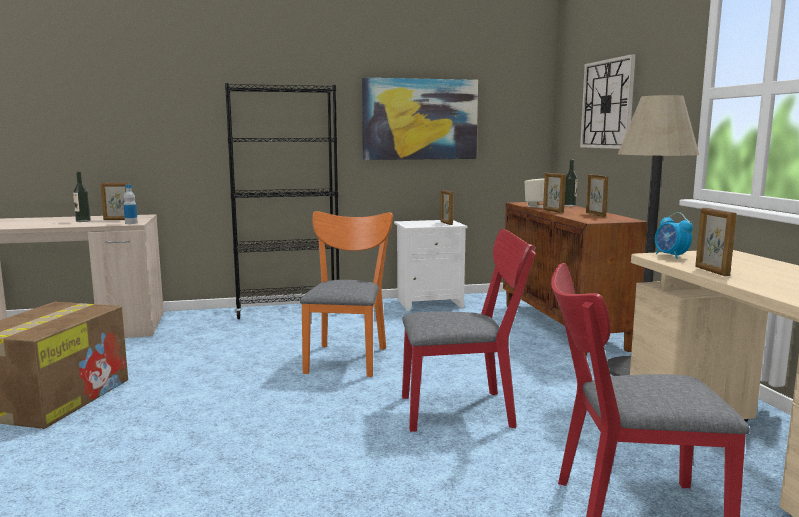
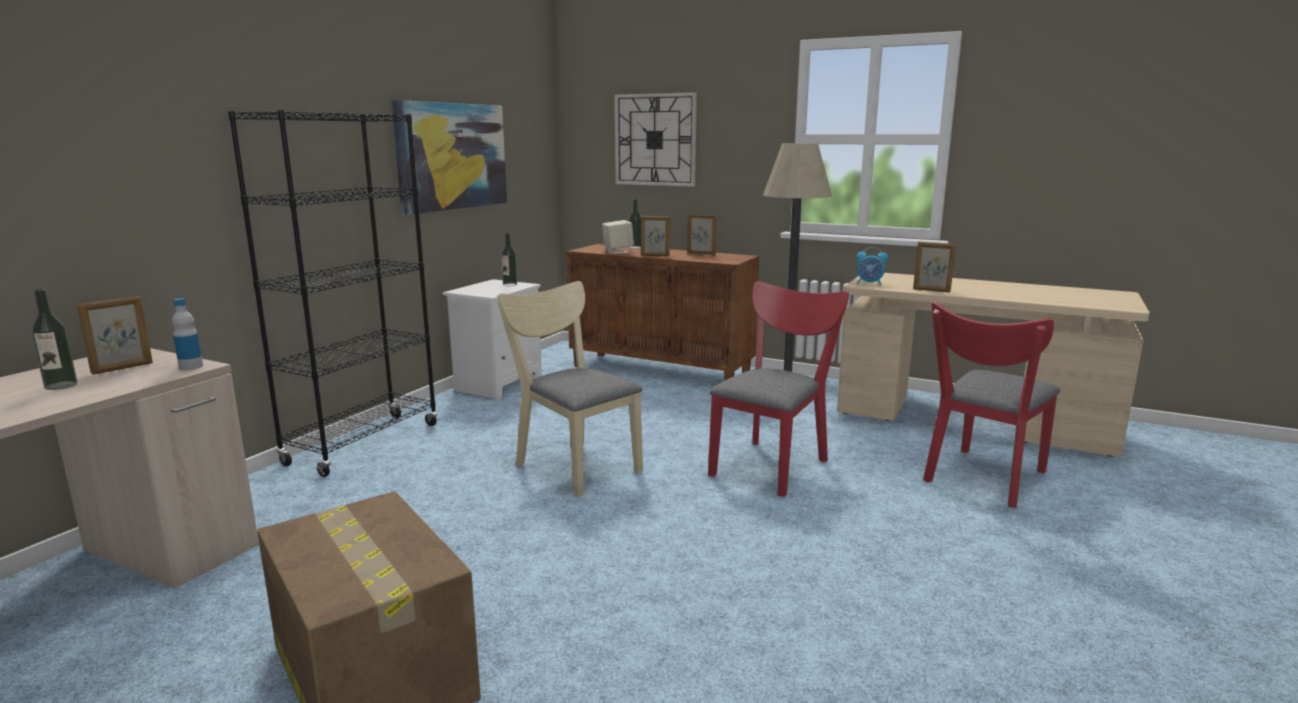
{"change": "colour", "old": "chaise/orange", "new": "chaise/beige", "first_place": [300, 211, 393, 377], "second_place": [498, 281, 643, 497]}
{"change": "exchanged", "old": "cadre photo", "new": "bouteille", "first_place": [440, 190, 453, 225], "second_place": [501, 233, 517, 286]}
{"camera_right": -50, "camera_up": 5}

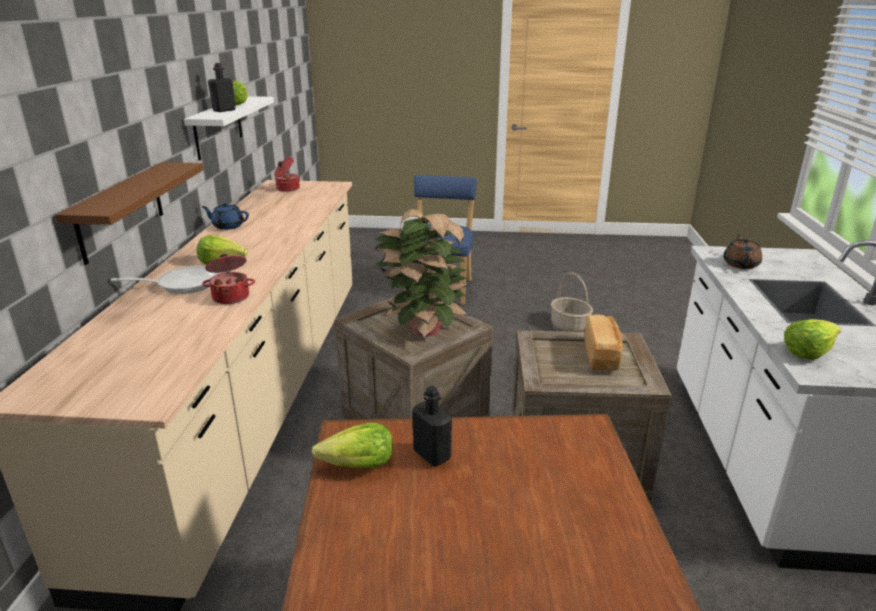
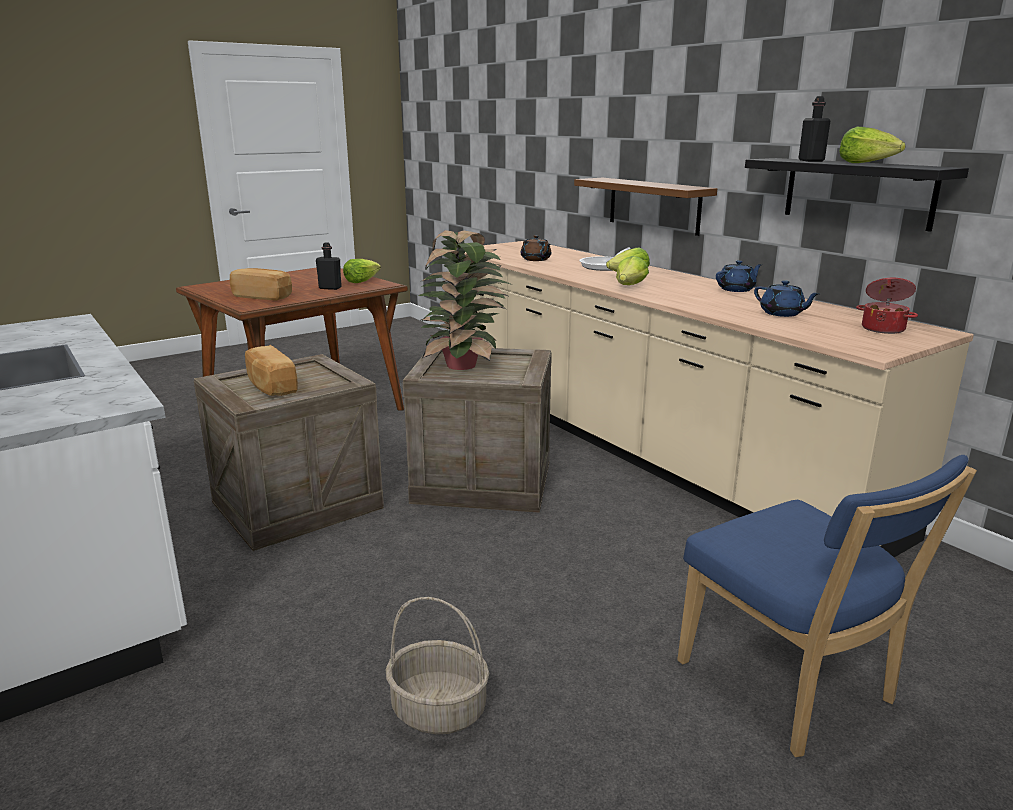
{"change": "appeared", "new": "pain", "second_place": [230, 268, 292, 300]}
{"change": "relocated", "old": "théière/marron", "first_place": [723, 234, 762, 269], "second_place": [521, 235, 551, 261]}
{"change": "relocated", "old": "laitue", "first_place": [784, 319, 841, 360], "second_place": [616, 256, 649, 285]}
{"change": "colour", "old": "étagère/blanc", "new": "étagère/noir", "first_place": [184, 96, 274, 161], "second_place": [745, 158, 969, 232]}
{"change": "appeared", "new": "théière/bleu", "second_place": [754, 280, 820, 317]}
{"change": "missing", "old": "marmite", "first_place": [202, 254, 255, 304]}
{"camera_right": 140, "camera_up": -5}

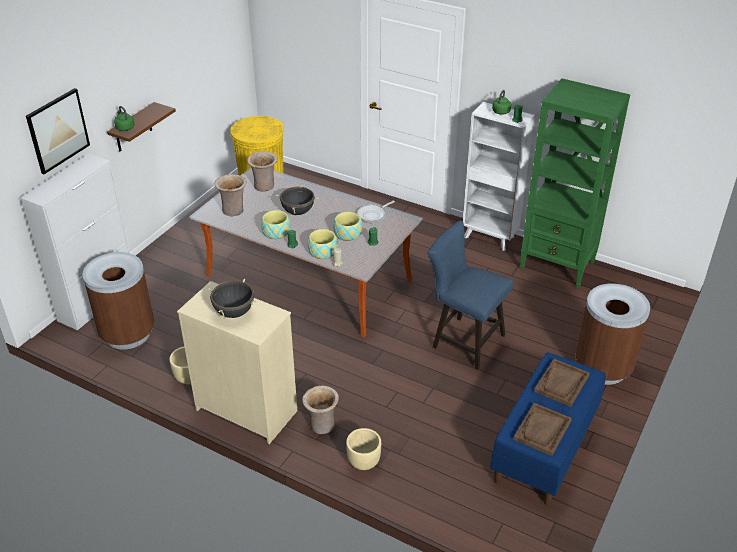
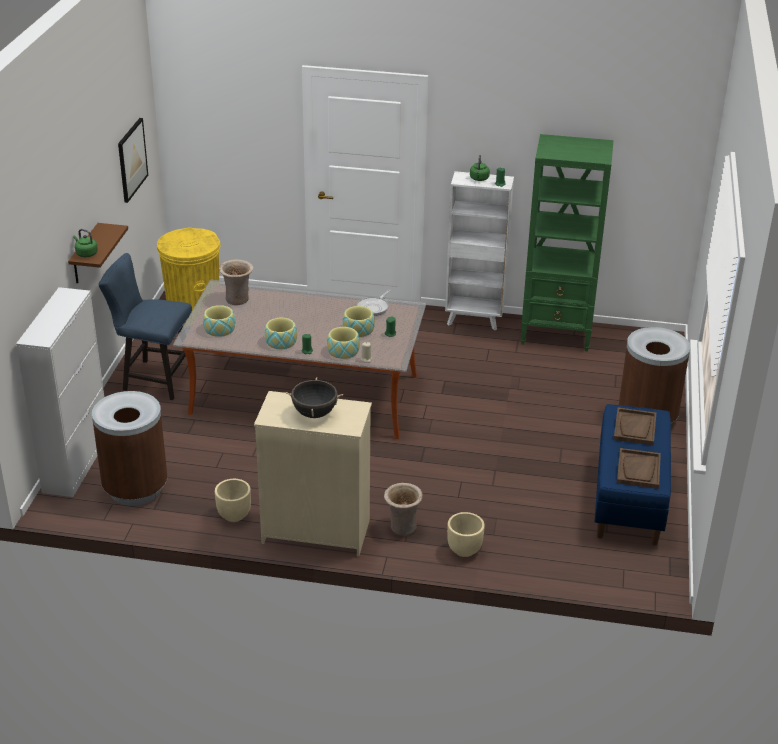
{"change": "relocated", "old": "chaise/bleu", "first_place": [428, 221, 514, 370], "second_place": [98, 253, 192, 400]}
{"change": "relocated", "old": "tableau", "first_place": [26, 88, 90, 174], "second_place": [118, 118, 148, 203]}
{"change": "exchanged", "old": "vase/beige", "new": "bol", "first_place": [214, 174, 247, 216], "second_place": [203, 305, 235, 337]}
{"change": "missing", "old": "marmite/noir", "first_place": [276, 185, 318, 215]}
{"camera_right": -20, "camera_up": -5}

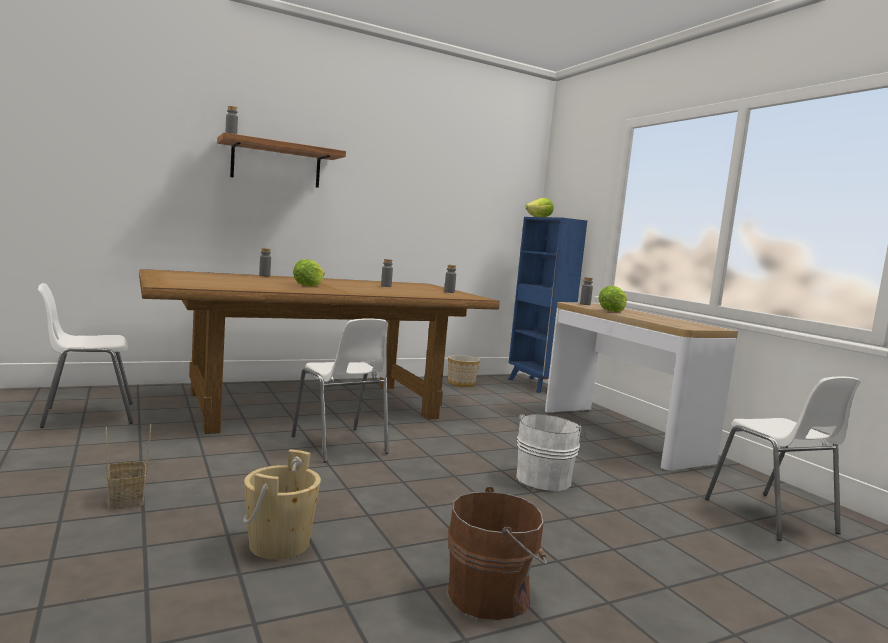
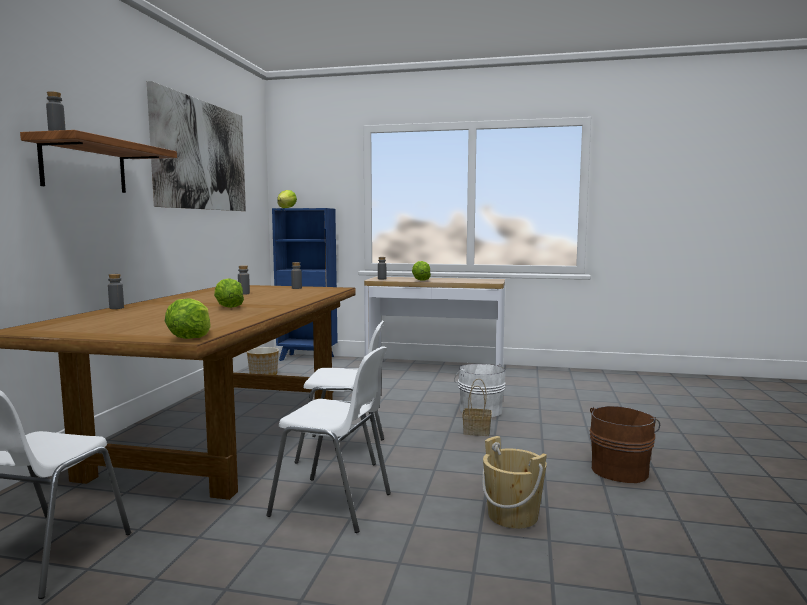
{"change": "appeared", "new": "tableau", "second_place": [147, 81, 246, 211]}
{"change": "appeared", "new": "laitue", "second_place": [165, 298, 211, 339]}
{"change": "relocated", "old": "chaise/blanc", "first_place": [705, 377, 861, 541], "second_place": [266, 346, 391, 533]}
{"change": "relocated", "old": "panier", "first_place": [106, 424, 151, 509], "second_place": [463, 379, 492, 436]}
{"camera_right": -50, "camera_up": 0}

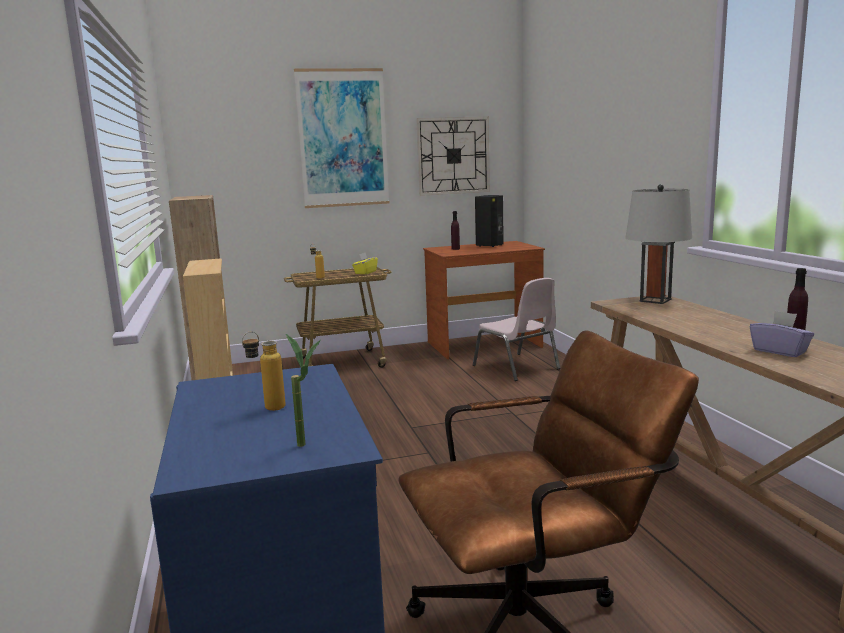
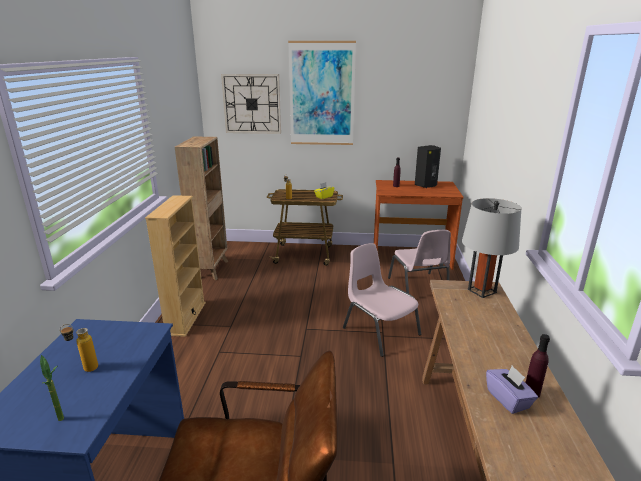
{"change": "relocated", "old": "horloge murale", "first_place": [416, 117, 490, 196], "second_place": [221, 74, 281, 134]}
{"change": "appeared", "new": "chaise/rose", "second_place": [343, 243, 421, 357]}
{"camera_right": 20, "camera_up": 10}

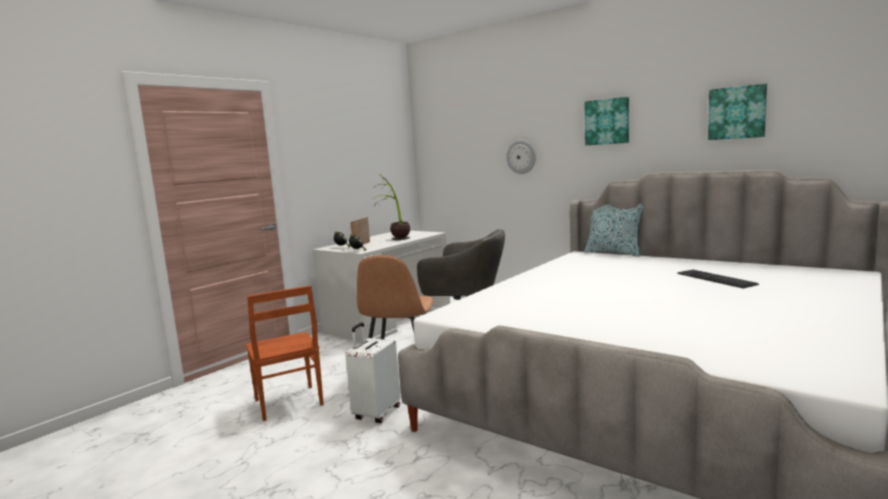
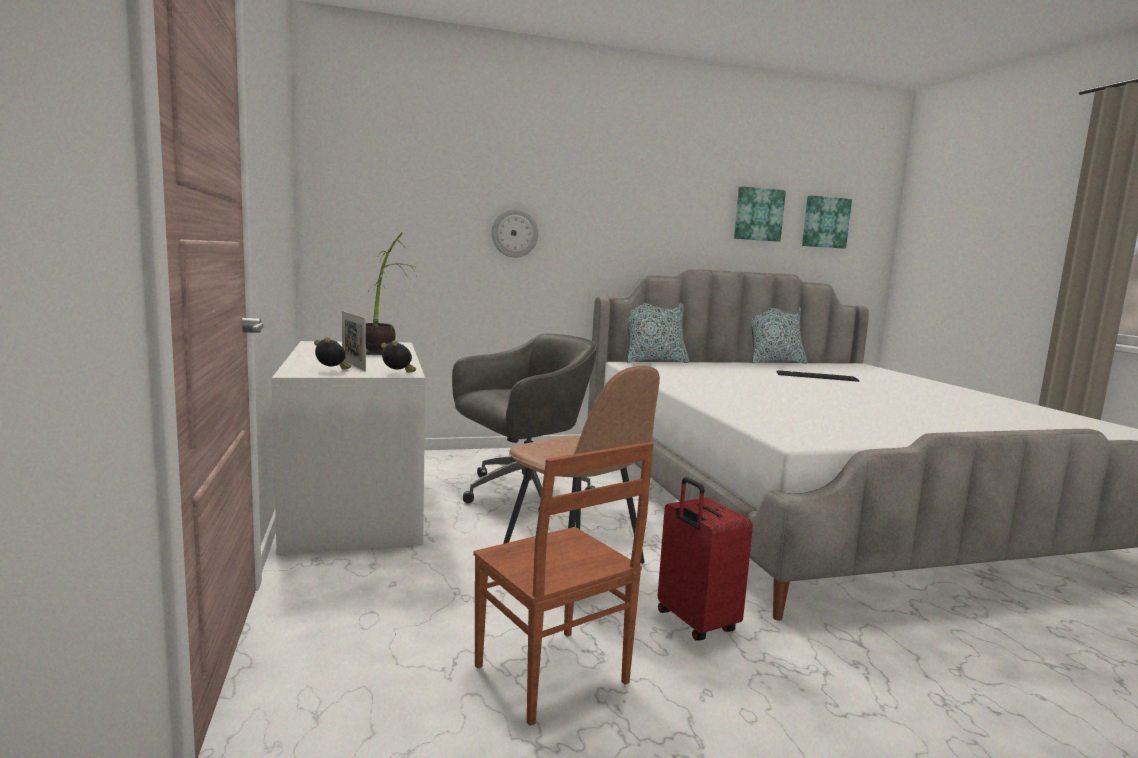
{"change": "spun", "old": "chaise/marron", "first_place": [246, 285, 324, 421], "second_place": [473, 442, 653, 726], "degrees": 45}
{"change": "colour", "old": "valise/blanc", "new": "valise/rouge", "first_place": [345, 322, 400, 423], "second_place": [658, 477, 753, 640]}
{"change": "appeared", "new": "coussin", "second_place": [751, 307, 807, 364]}
{"change": "relocated", "old": "tableau", "first_place": [585, 97, 629, 145], "second_place": [802, 196, 852, 249]}
{"camera_right": -55, "camera_up": 0}

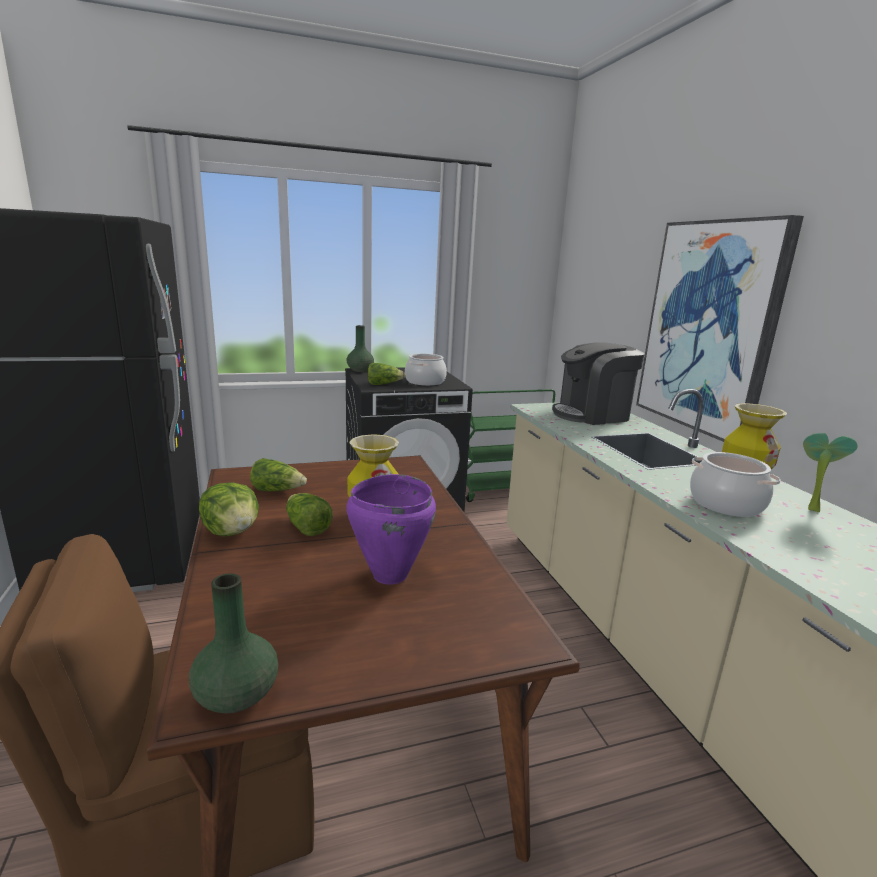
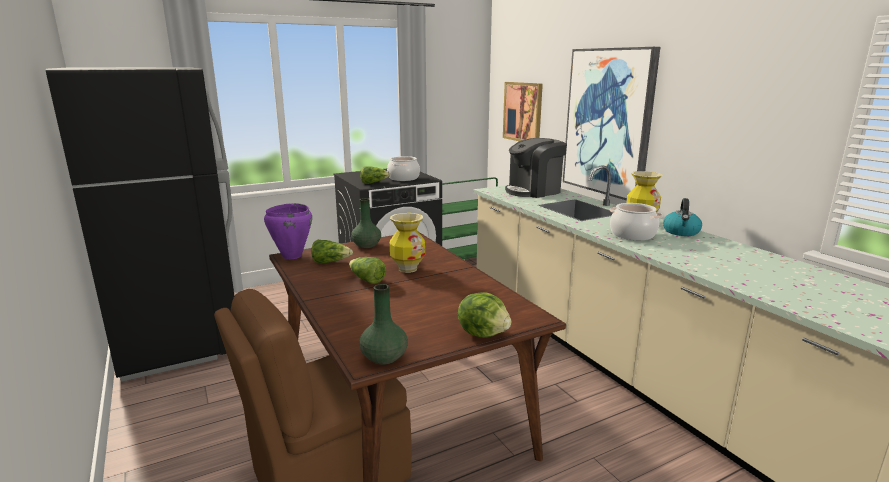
{"change": "relocated", "old": "marmite/violet", "first_place": [347, 474, 436, 585], "second_place": [264, 203, 312, 259]}
{"change": "relocated", "old": "vase/vert", "first_place": [346, 325, 374, 372], "second_place": [351, 198, 381, 248]}
{"change": "relocated", "old": "laitue", "first_place": [199, 482, 259, 537], "second_place": [458, 292, 511, 338]}
{"change": "appeared", "new": "tableau", "second_place": [503, 82, 543, 141]}
{"change": "exchanged", "old": "plante en pot", "new": "bouilloire", "first_place": [803, 433, 858, 512], "second_place": [663, 198, 702, 236]}
{"camera_right": -10, "camera_up": 0}

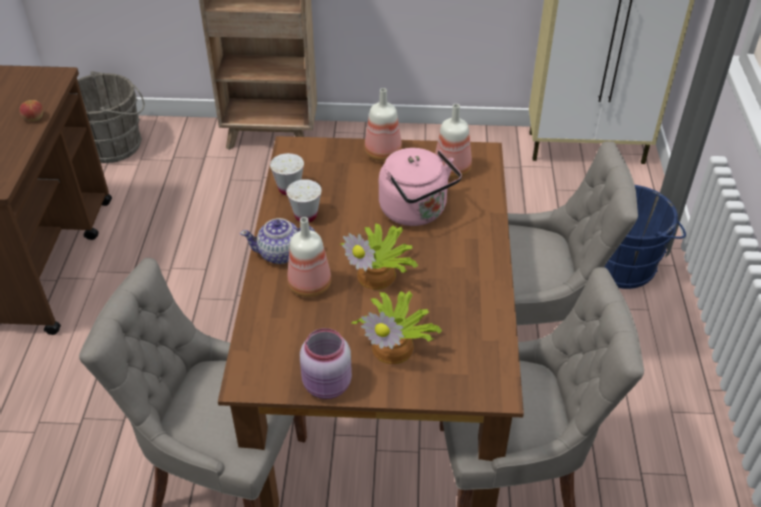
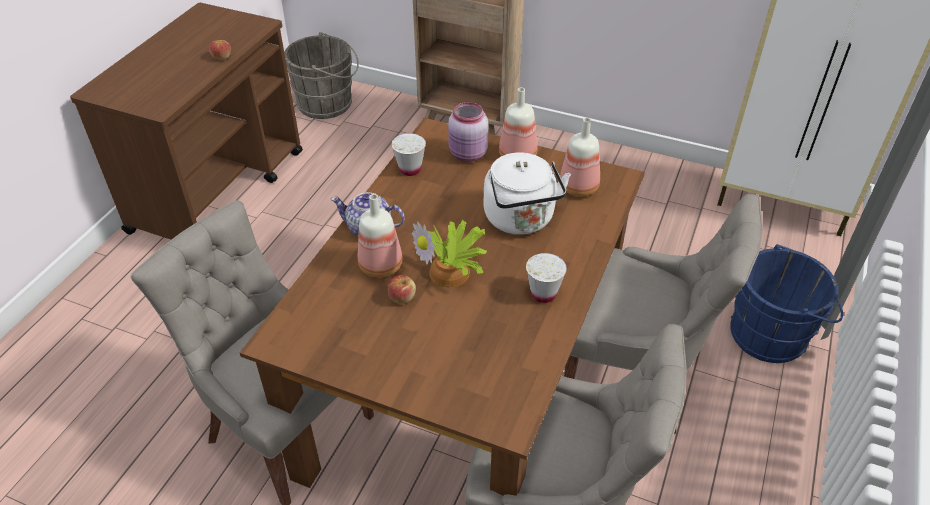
{"change": "appeared", "new": "pomme", "second_place": [388, 275, 416, 304]}
{"change": "relocated", "old": "bocal/rose", "first_place": [300, 328, 352, 399], "second_place": [448, 102, 488, 162]}
{"change": "colour", "old": "bouilloire/rose", "new": "bouilloire/blanc", "first_place": [379, 148, 462, 226], "second_place": [483, 152, 571, 235]}
{"change": "relocated", "old": "tasse/blanc", "first_place": [286, 179, 322, 222], "second_place": [526, 253, 567, 303]}
{"change": "missing", "old": "plante en pot", "first_place": [351, 291, 442, 364]}
{"camera_right": 20, "camera_up": 0}

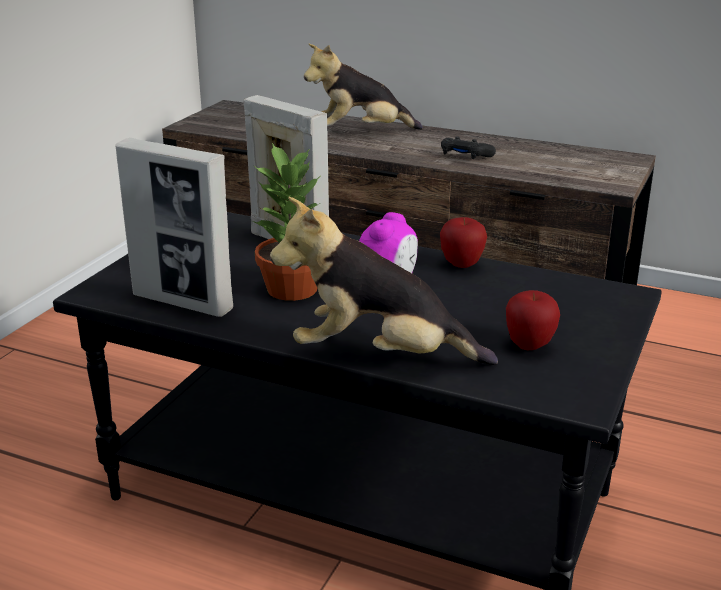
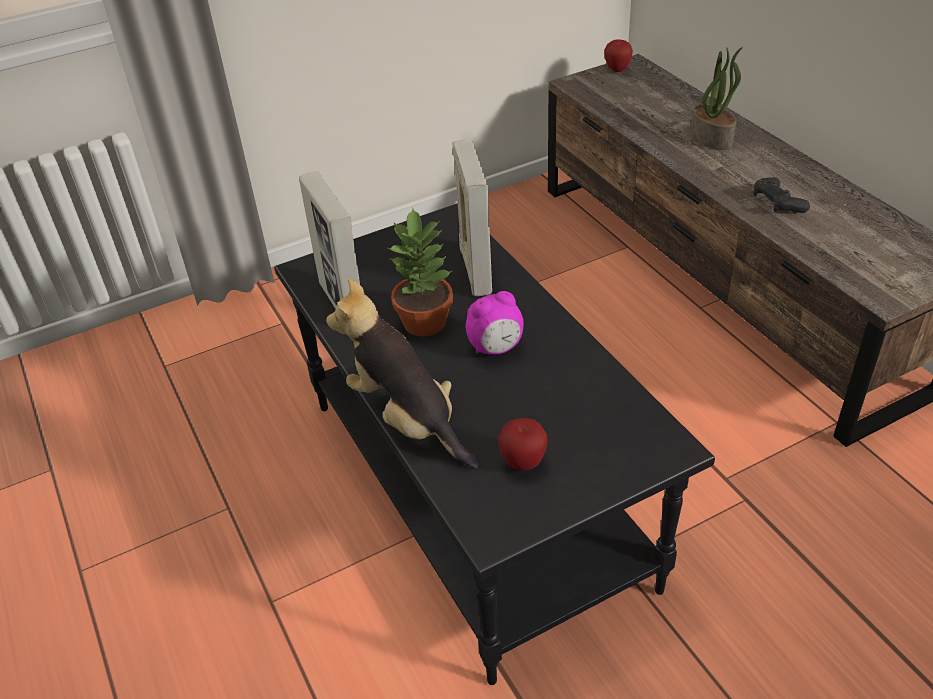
{"change": "relocated", "old": "pomme", "first_place": [440, 217, 487, 268], "second_place": [604, 39, 633, 72]}
{"change": "exchanged", "old": "peluche", "new": "plante en pot", "first_place": [304, 44, 423, 130], "second_place": [690, 47, 743, 150]}
{"camera_right": 40, "camera_up": 15}

